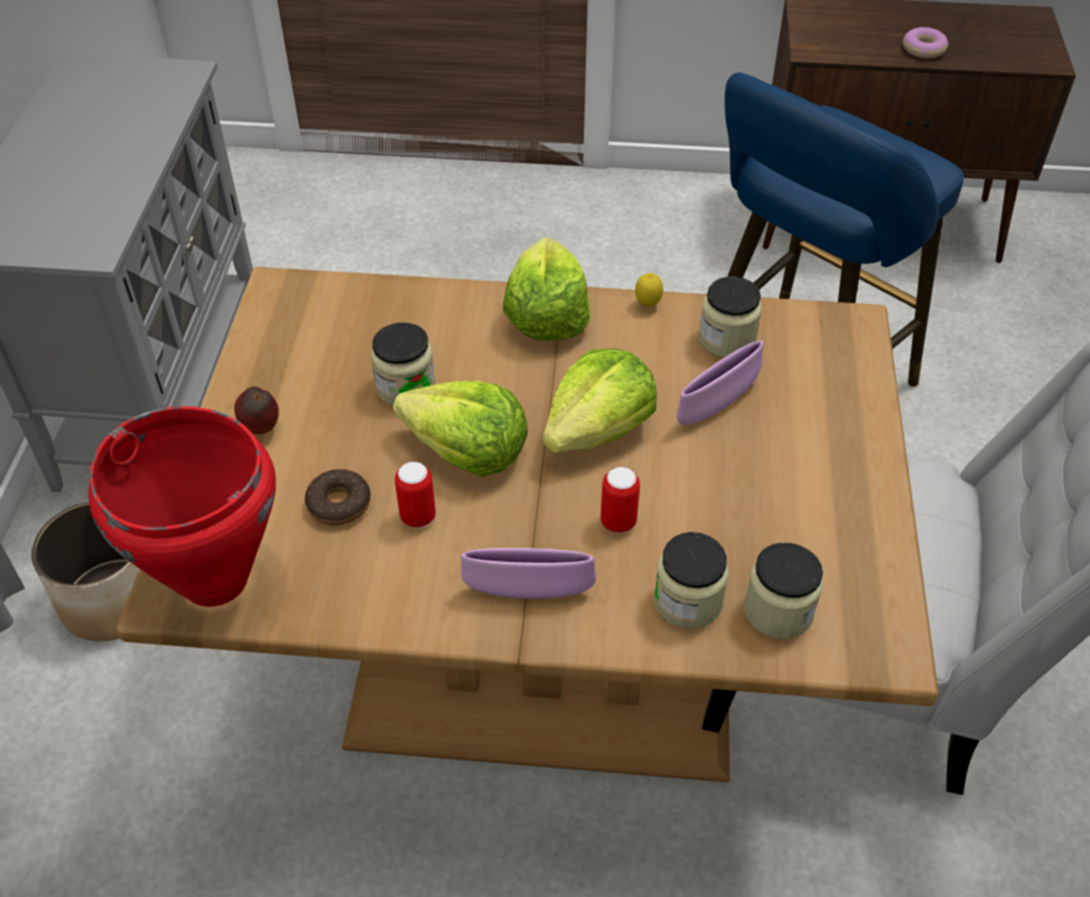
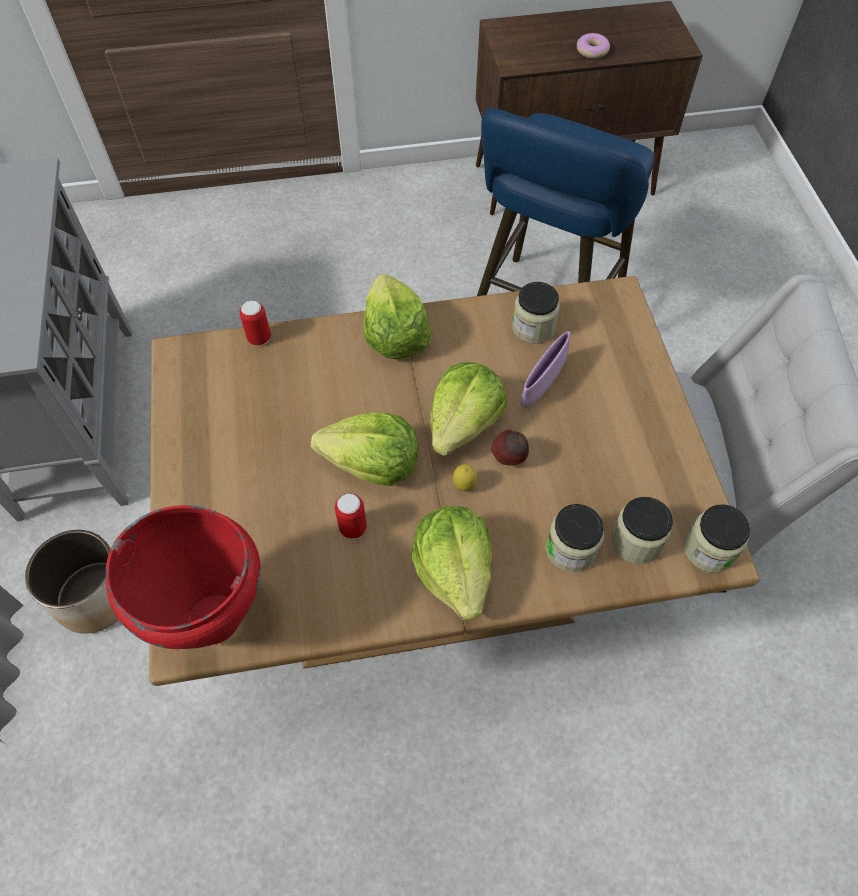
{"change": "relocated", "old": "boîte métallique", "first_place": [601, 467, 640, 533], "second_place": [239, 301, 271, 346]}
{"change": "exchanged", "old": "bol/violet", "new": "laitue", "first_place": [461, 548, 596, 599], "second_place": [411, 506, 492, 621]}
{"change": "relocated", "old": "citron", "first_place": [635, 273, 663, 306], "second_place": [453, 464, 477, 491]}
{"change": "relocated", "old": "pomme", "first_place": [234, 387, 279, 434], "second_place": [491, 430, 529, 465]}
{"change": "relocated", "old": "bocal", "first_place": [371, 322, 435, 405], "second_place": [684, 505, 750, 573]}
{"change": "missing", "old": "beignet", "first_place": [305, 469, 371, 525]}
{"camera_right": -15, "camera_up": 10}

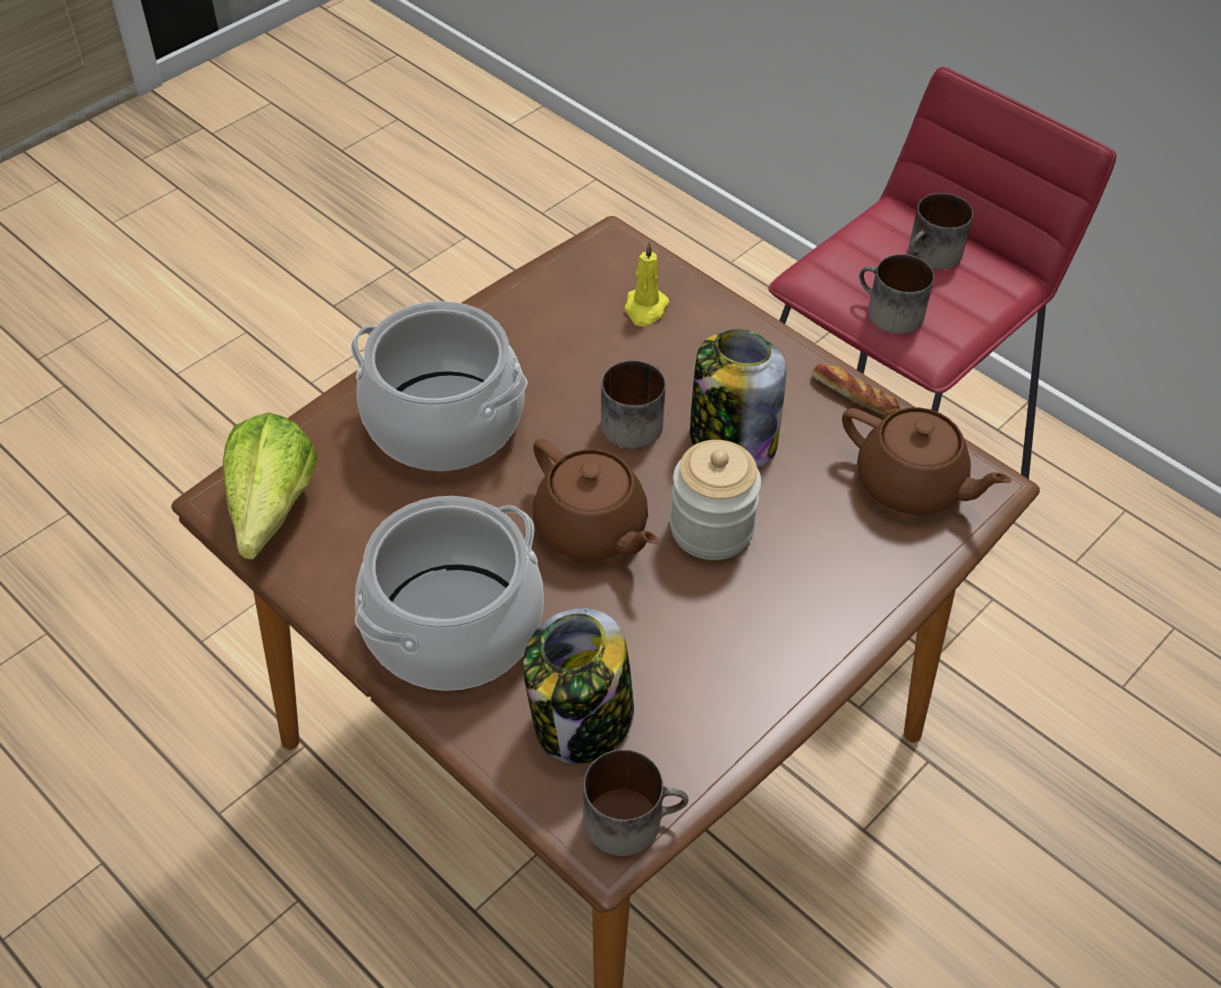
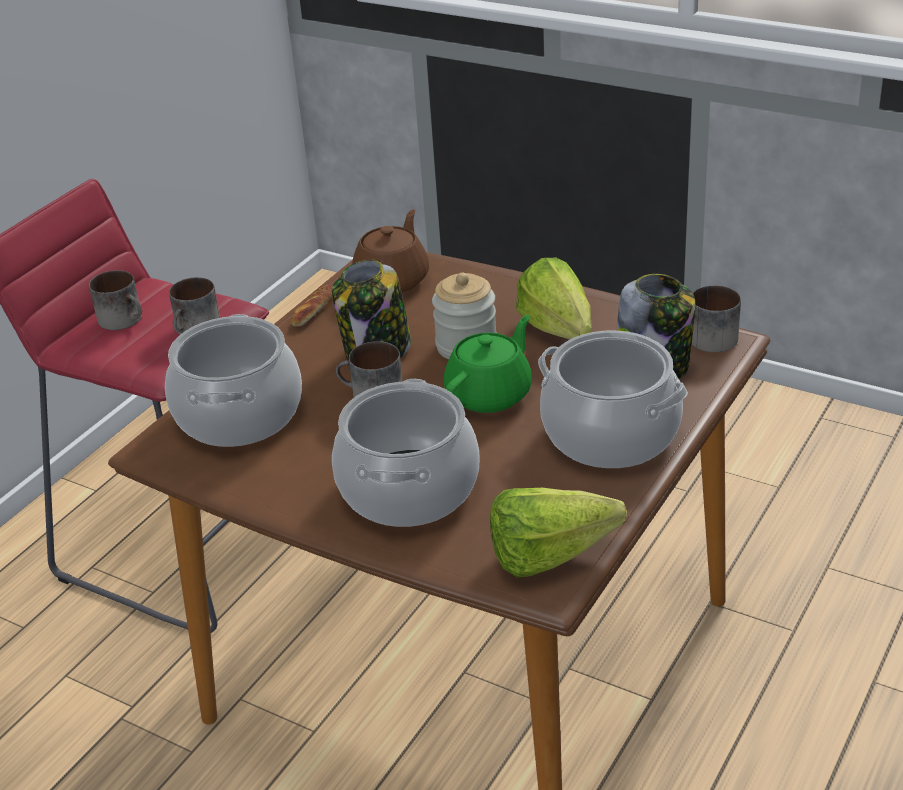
{"change": "exchanged", "old": "bougie/jaune", "new": "marmite", "first_place": [625, 242, 669, 326], "second_place": [165, 314, 302, 447]}
{"change": "colour", "old": "théière/marron", "new": "théière/vert", "first_place": [533, 439, 658, 560], "second_place": [444, 315, 532, 413]}
{"change": "appeared", "new": "laitue", "second_place": [516, 258, 592, 339]}
{"camera_right": -100, "camera_up": -15}

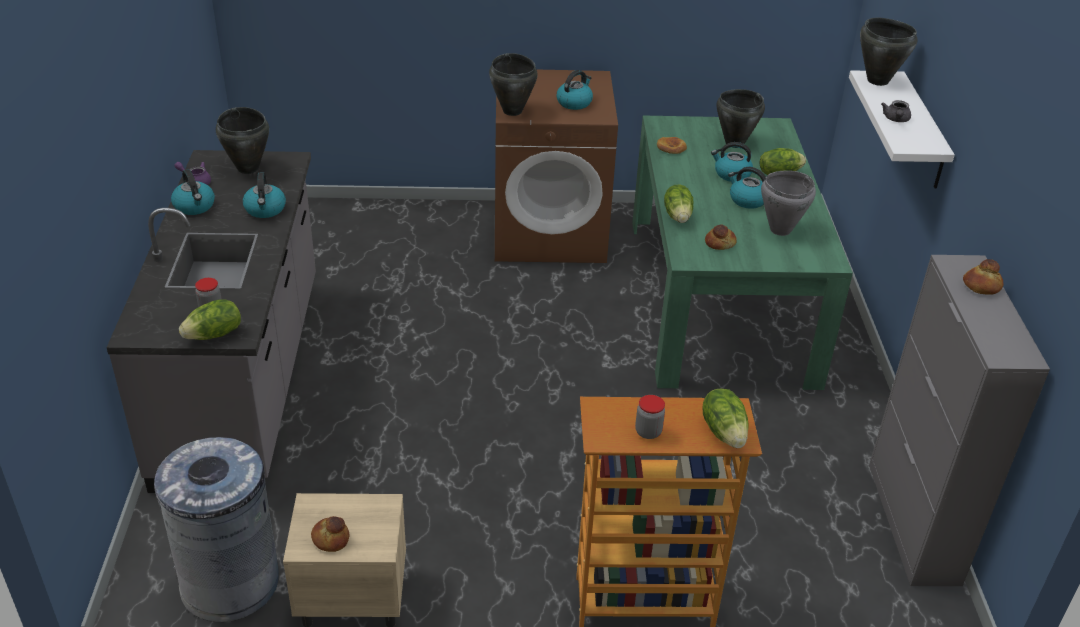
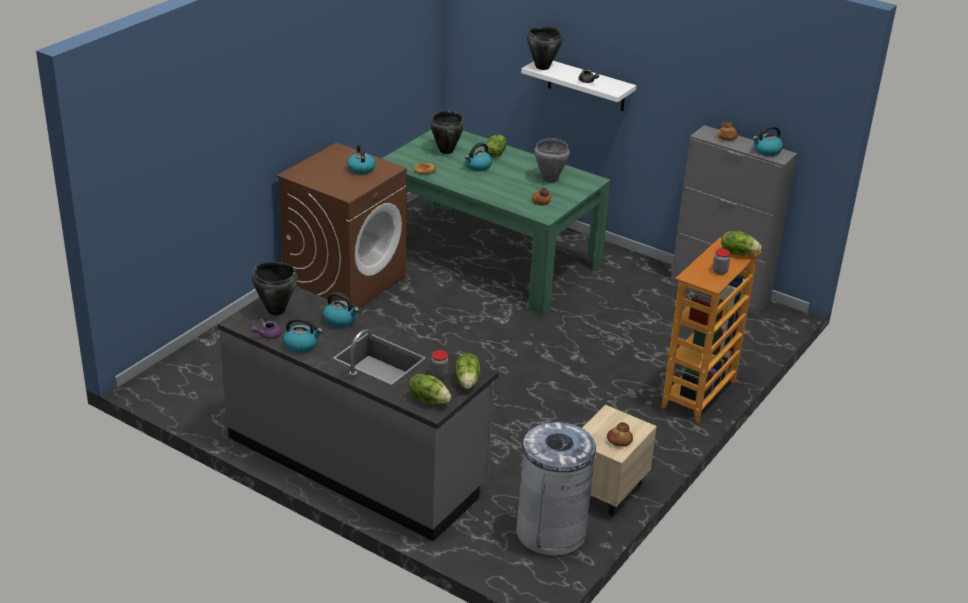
{"change": "relocated", "old": "laitue", "first_place": [664, 185, 693, 223], "second_place": [409, 373, 451, 404]}
{"change": "relocated", "old": "bouilloire", "first_place": [728, 167, 766, 209], "second_place": [753, 125, 783, 156]}
{"change": "missing", "old": "marmite/noir", "first_place": [489, 53, 538, 116]}
{"camera_right": -55, "camera_up": -5}

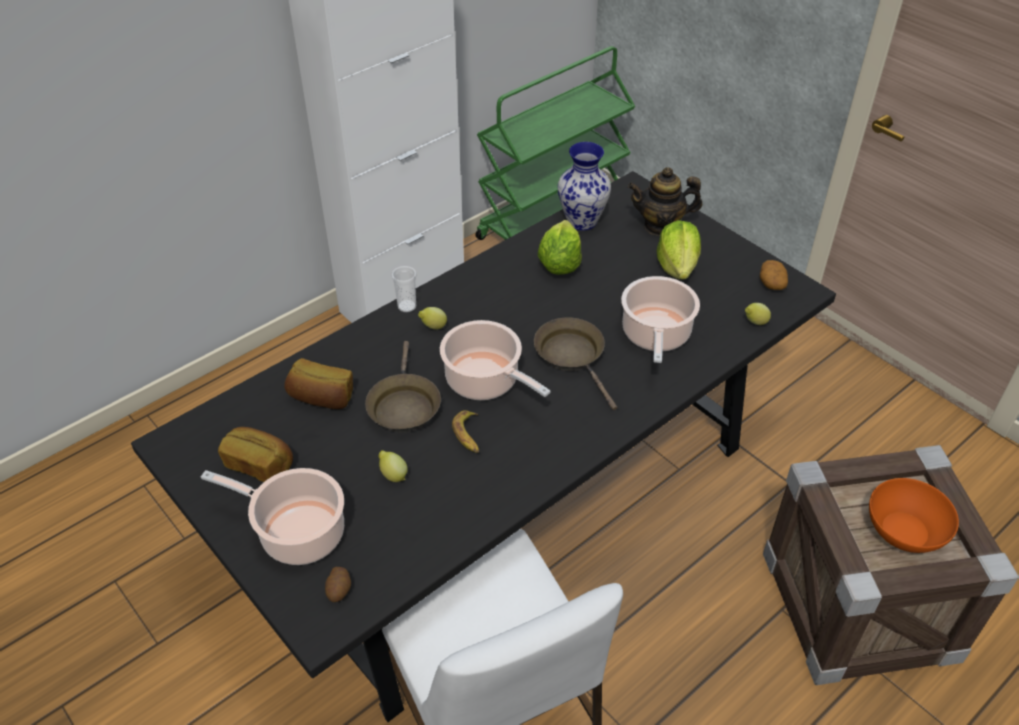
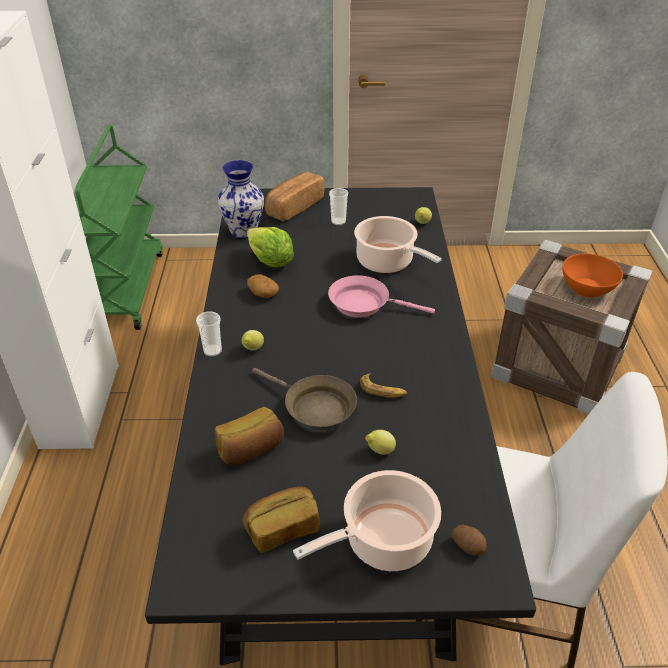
{"change": "relocated", "old": "pomme de terre", "first_place": [760, 260, 788, 290], "second_place": [247, 274, 279, 298]}
{"change": "exchanged", "old": "théière", "new": "pain", "first_place": [628, 167, 702, 236], "second_place": [264, 172, 324, 221]}
{"change": "colour", "old": "poêle/marron", "new": "poêle/rose", "first_place": [534, 317, 617, 410], "second_place": [328, 275, 435, 317]}
{"change": "exchanged", "old": "laitue", "new": "tasse", "first_place": [657, 220, 701, 279], "second_place": [329, 188, 348, 225]}
{"change": "missing", "old": "marmite", "first_place": [440, 320, 551, 400]}
{"camera_right": -50, "camera_up": -5}

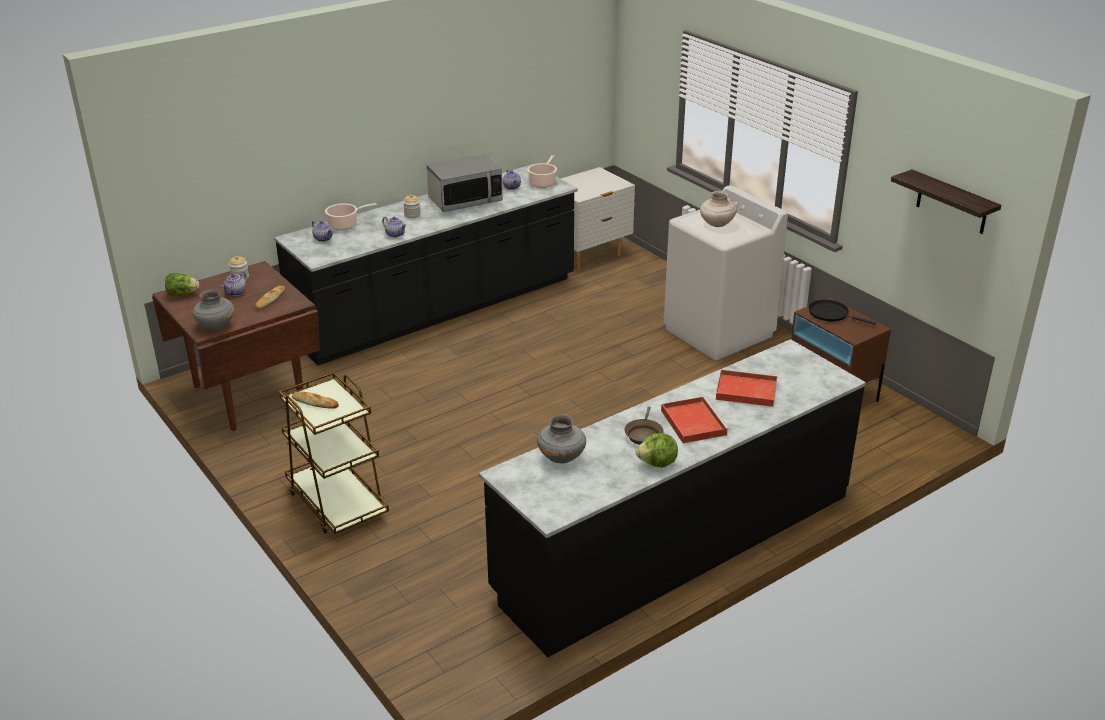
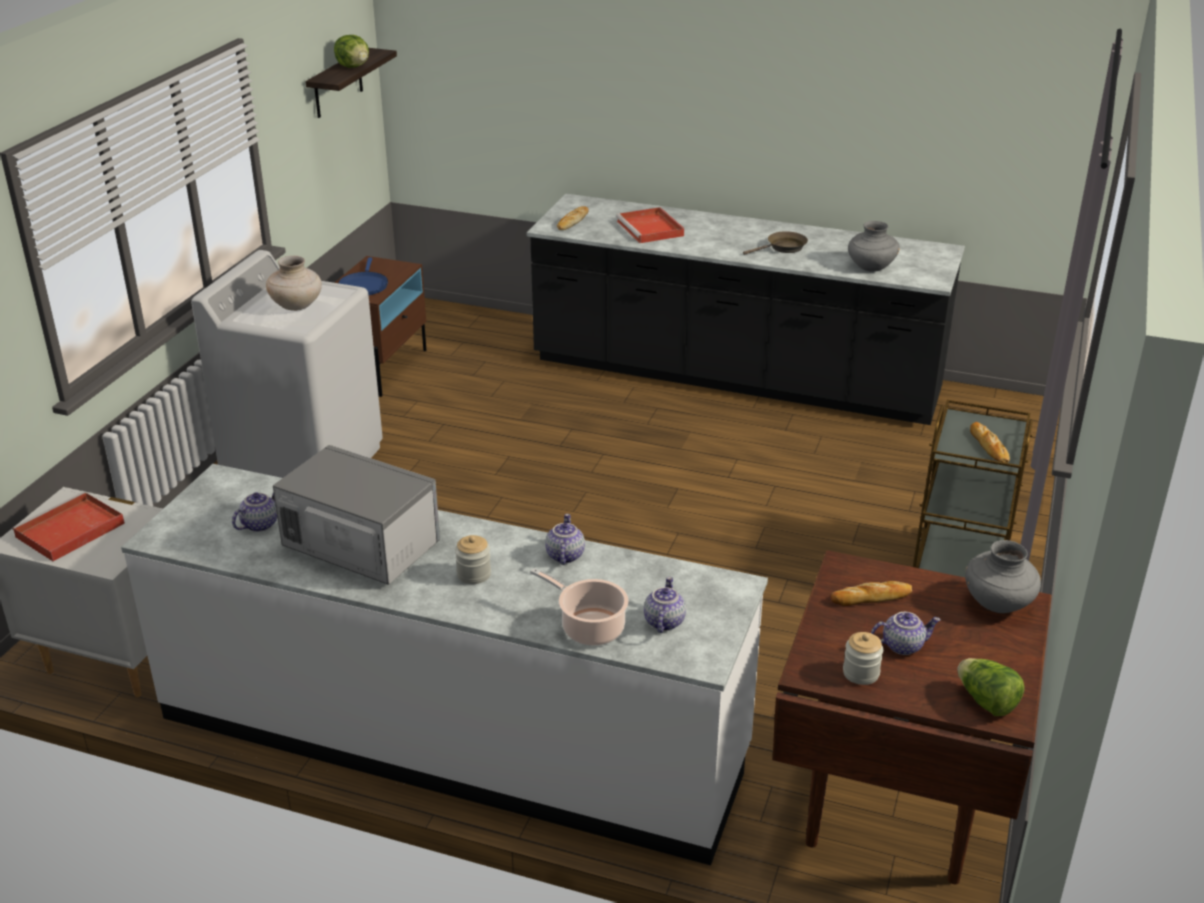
{"change": "relocated", "old": "plateau/rouge", "first_place": [661, 397, 729, 443], "second_place": [12, 492, 125, 561]}
{"change": "colour", "old": "comptoir de cuisine/noir", "new": "comptoir de cuisine/blanc", "first_place": [274, 164, 578, 365], "second_place": [121, 464, 768, 865]}
{"change": "relocated", "old": "laitue", "first_place": [636, 433, 678, 468], "second_place": [334, 35, 369, 68]}
{"change": "colour", "old": "poêle/noir", "new": "poêle/bleu", "first_place": [808, 300, 876, 325], "second_place": [338, 257, 388, 295]}
{"change": "appeared", "new": "pain", "second_place": [557, 206, 589, 230]}
{"change": "missing", "old": "marmite", "first_place": [527, 155, 557, 188]}
{"camera_right": -125, "camera_up": 0}

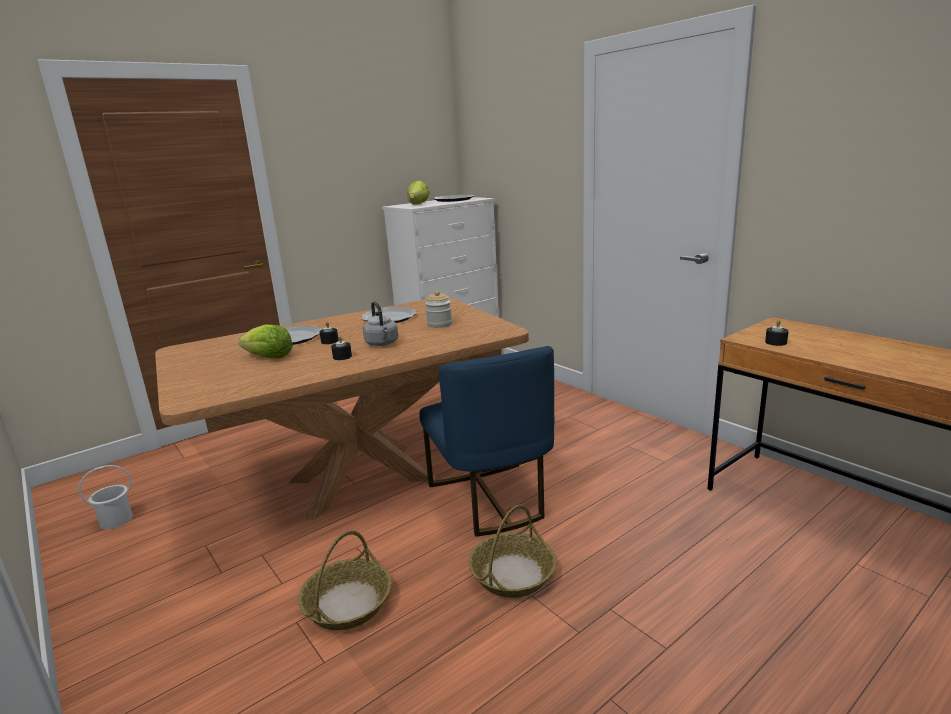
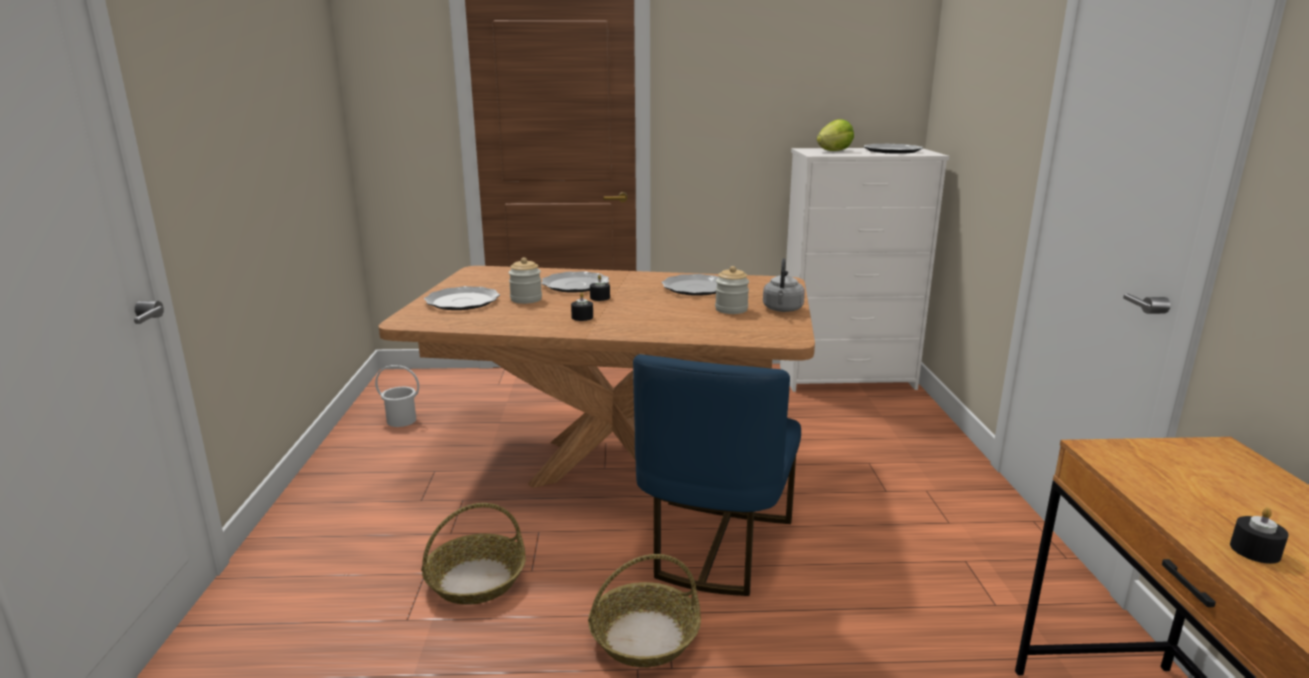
{"change": "appeared", "new": "assiette", "second_place": [424, 286, 500, 310]}
{"change": "exchanged", "old": "laitue", "new": "bocal", "first_place": [238, 324, 293, 359], "second_place": [508, 258, 542, 304]}
{"change": "relocated", "old": "bouilloire/gris", "first_place": [363, 301, 398, 346], "second_place": [763, 258, 805, 312]}
{"change": "relocated", "old": "bougie/noir", "first_place": [765, 320, 789, 346], "second_place": [1230, 508, 1289, 564]}
{"camera_right": 35, "camera_up": 0}

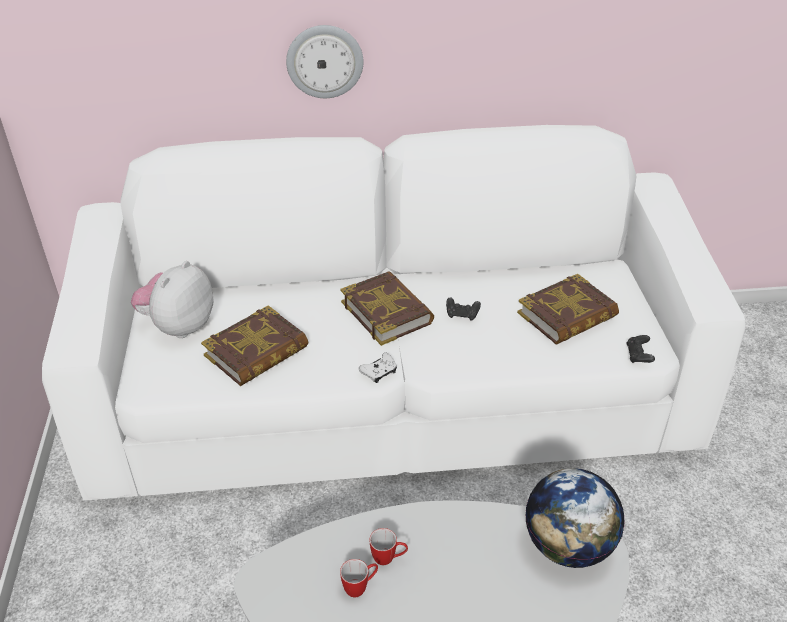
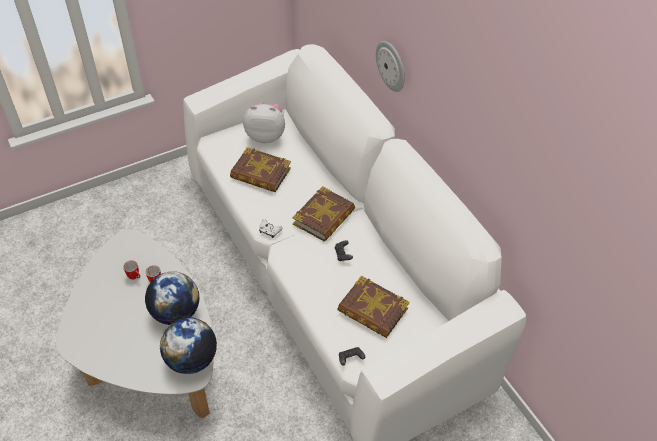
{"change": "appeared", "new": "globe", "second_place": [145, 271, 199, 325]}
{"camera_right": 65, "camera_up": 10}

